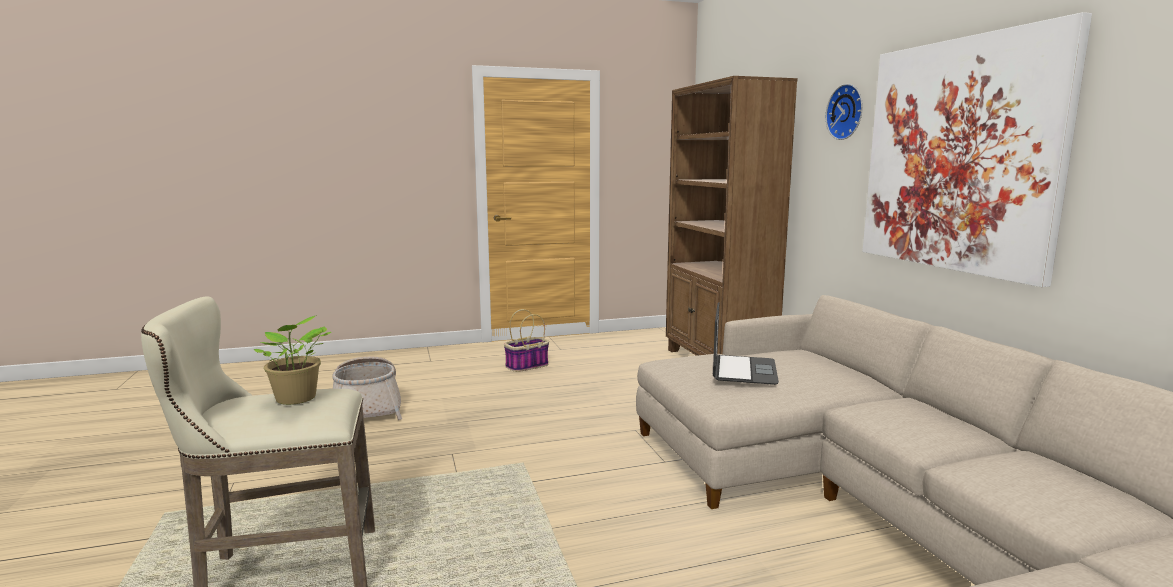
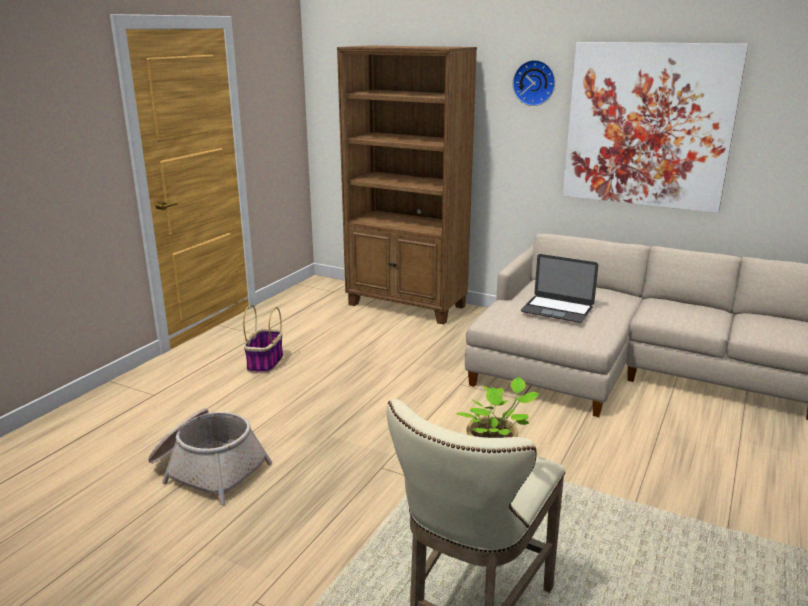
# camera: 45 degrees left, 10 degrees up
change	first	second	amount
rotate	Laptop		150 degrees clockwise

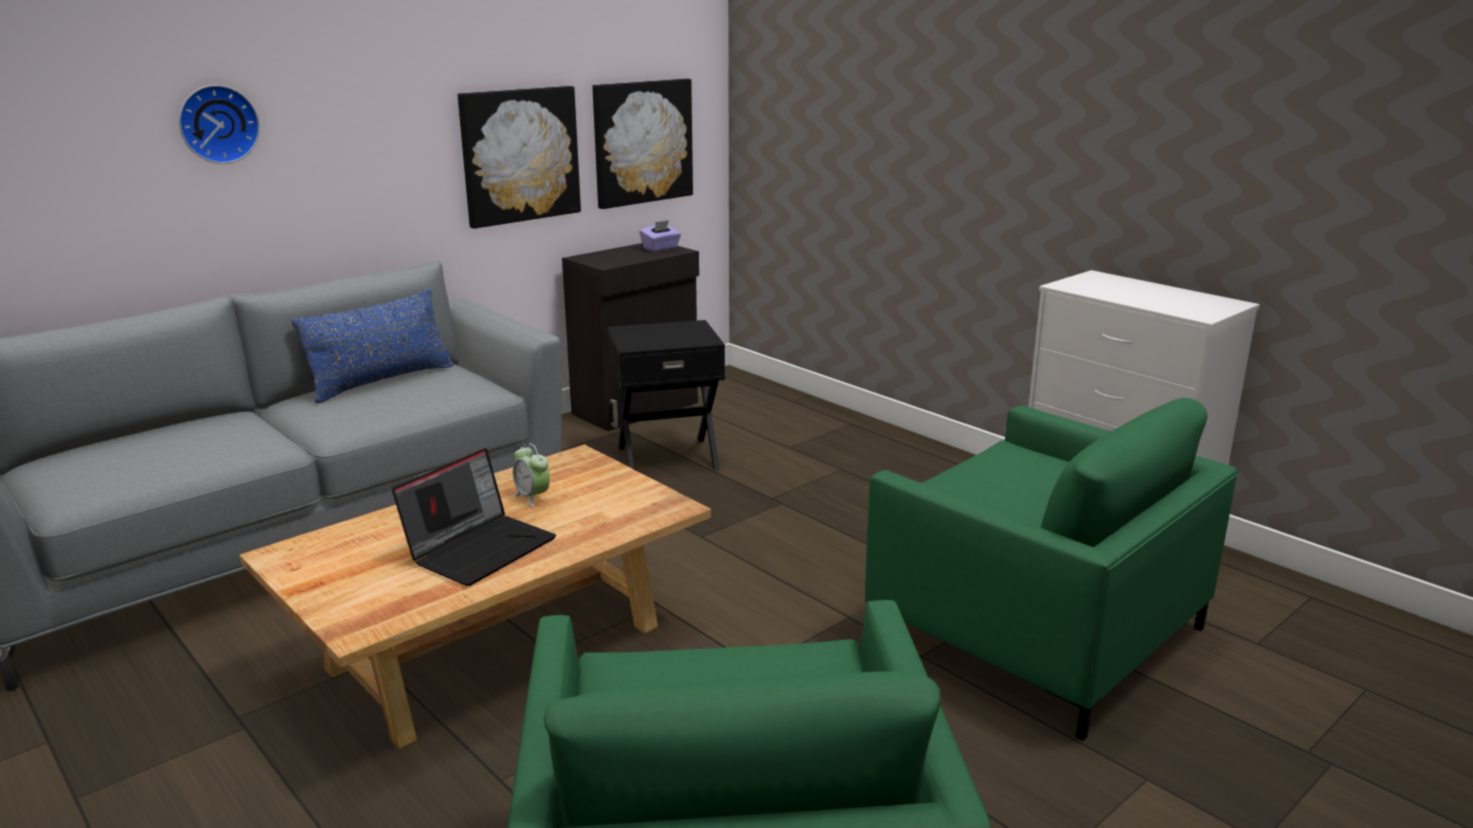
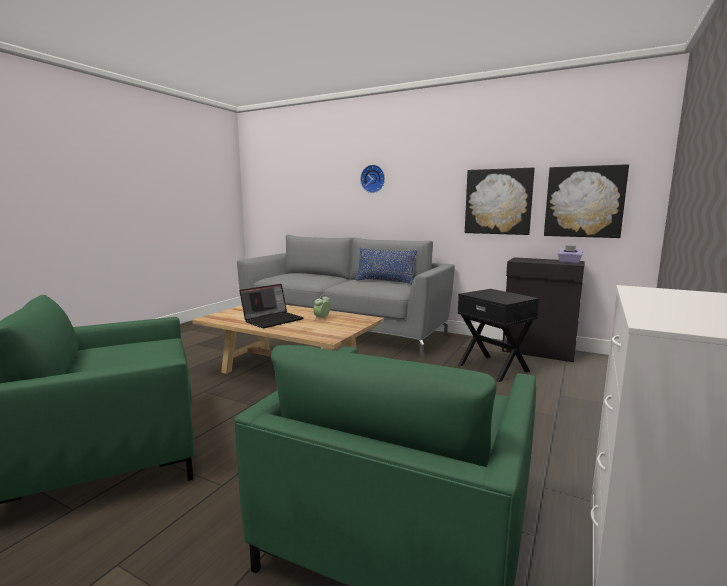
# camera: 70 degrees right, 10 degrees down
change	first	second	amount
rotate	Laptop		60 degrees counterclockwise

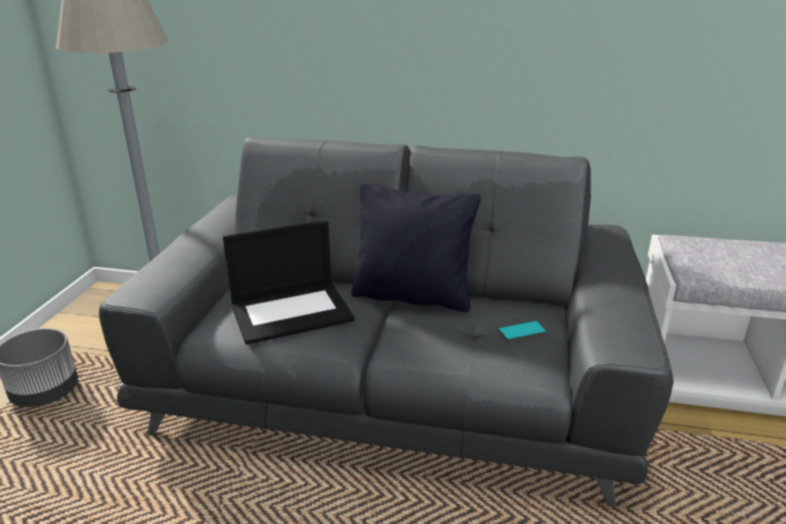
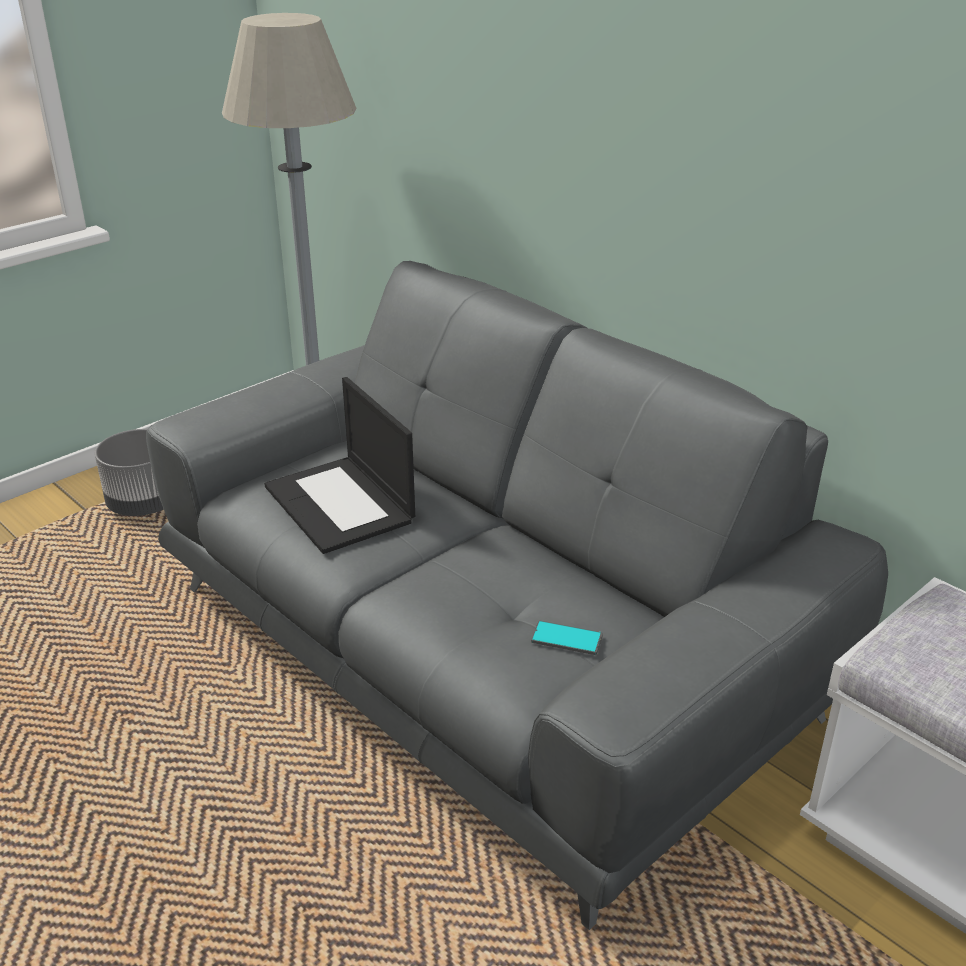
# camera: 35 degrees right, 5 degrees up
change	first	second	amount
delete	BlackPillow		
rotate	Laptop		45 degrees clockwise

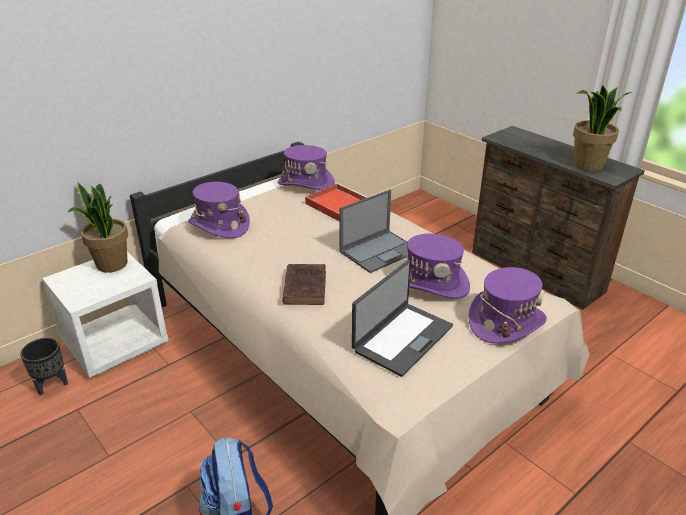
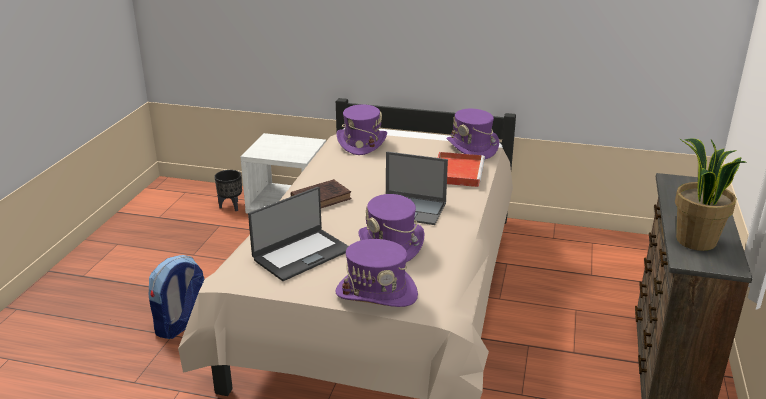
# camera: 55 degrees right, 5 degrees down
change	first	second	amount
delete	PottedPlant (1st from left)		
rotate	Laptop (2nd from left in the first image)	Laptop (1st from left)	45 degrees counterclockwise

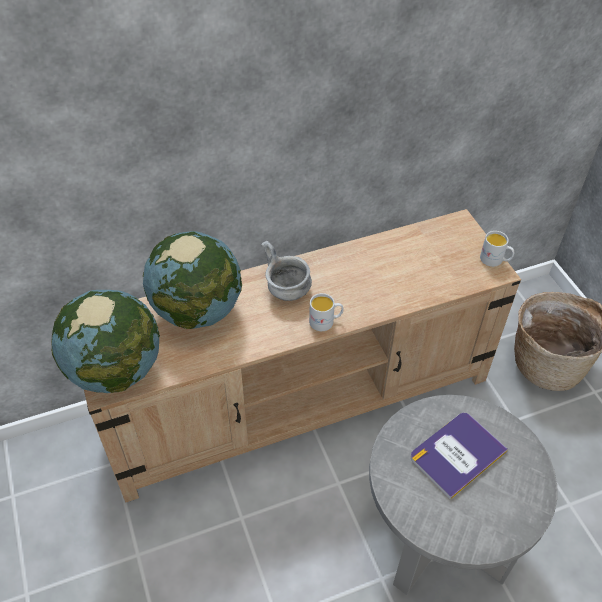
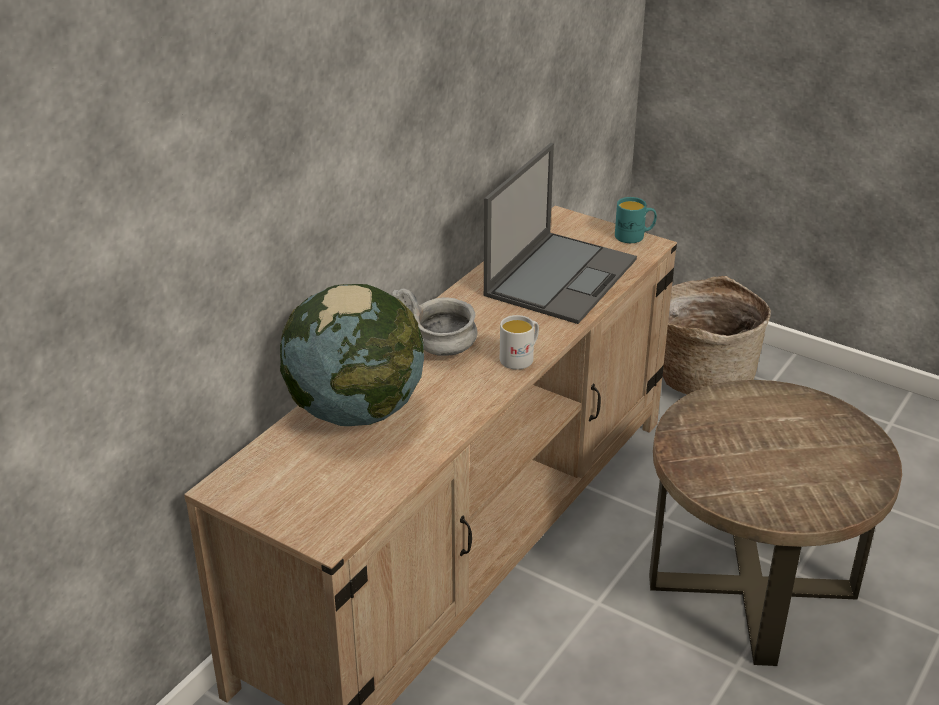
# camera: 35 degrees left, 15 degrees down
change	first	second	amount
delete	Globe (1st from left)		
delete	Book		
insert		Laptop	
recolor	GreySideTable	BrownSideTable	
recolor	WhiteMug (2nd from left)	TurquoiseMug	

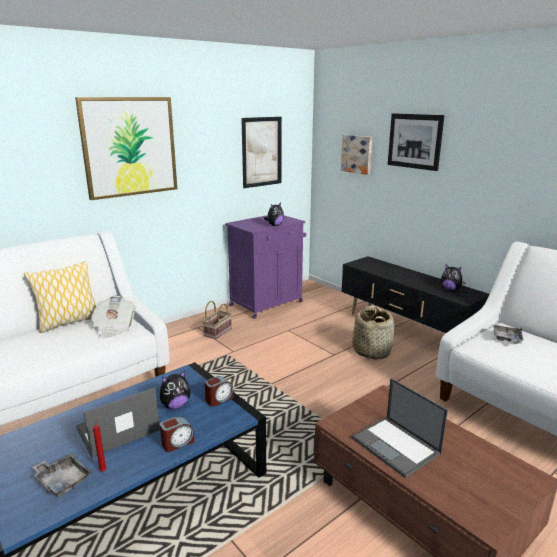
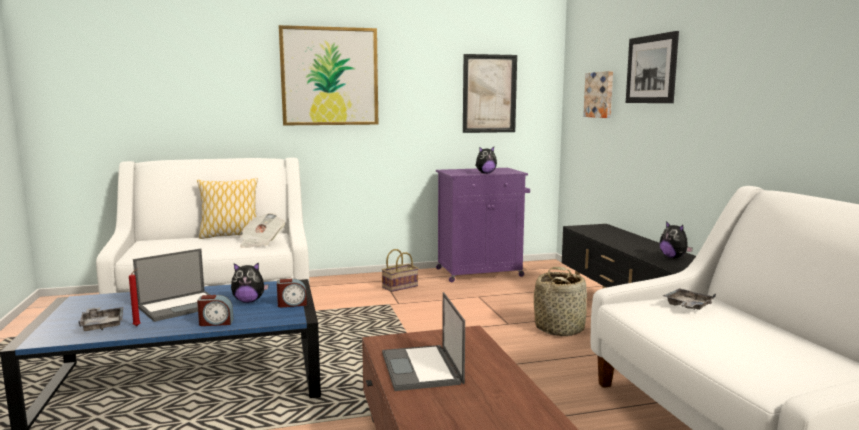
# camera: 25 degrees right, 10 degrees down
change	first	second	amount
rotate	Laptop (1st from left)		150 degrees clockwise

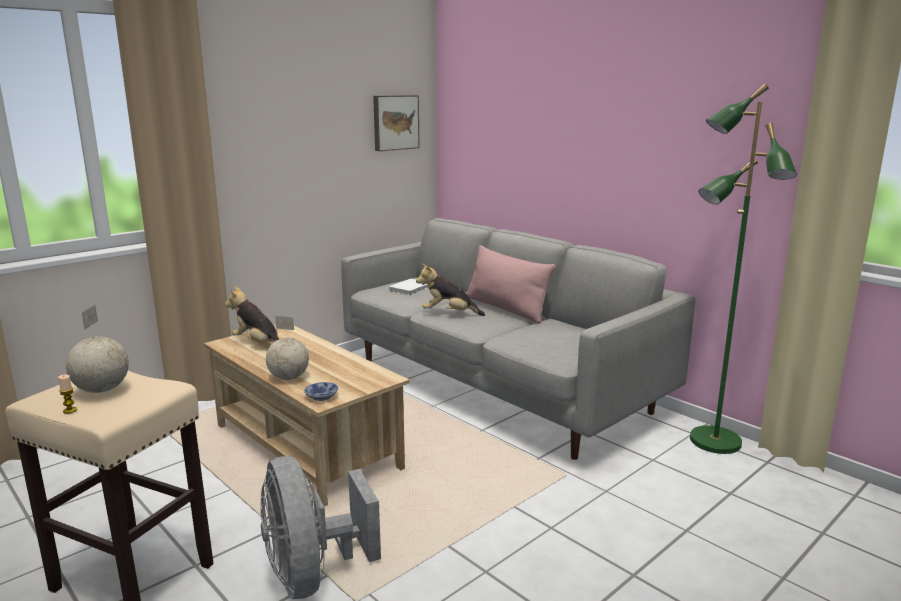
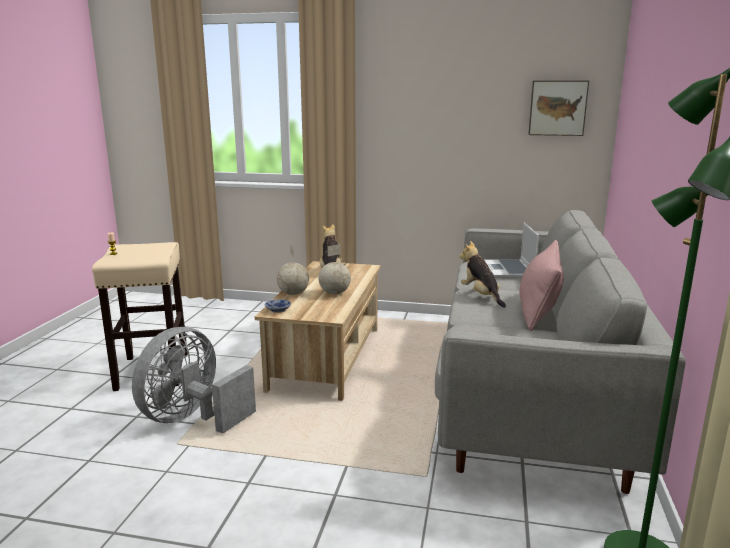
# camera: 55 degrees right, 0 degrees up
change	first	second	amount
move	Globe (1st from left in the first image)	Globe (2nd from left)	
replace	WhiteBook	Laptop	

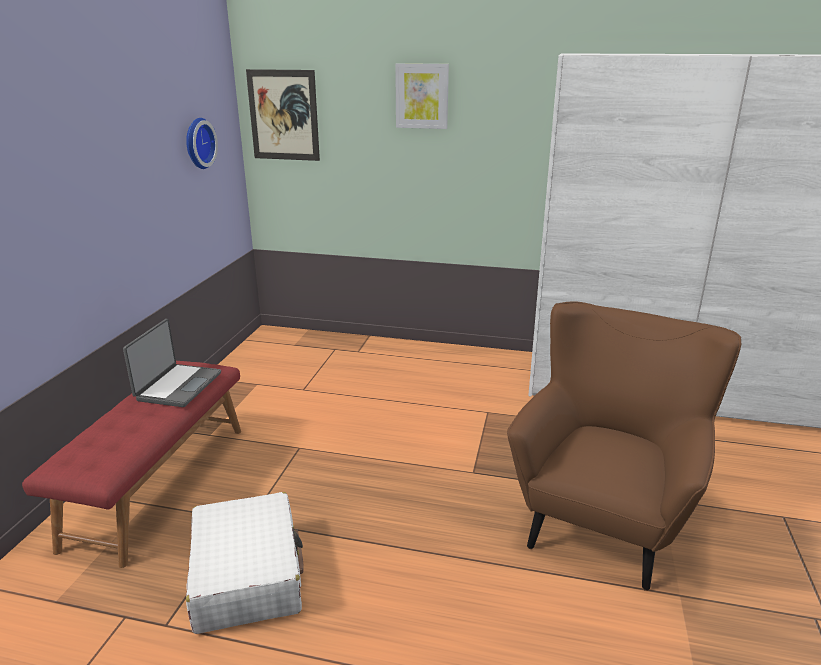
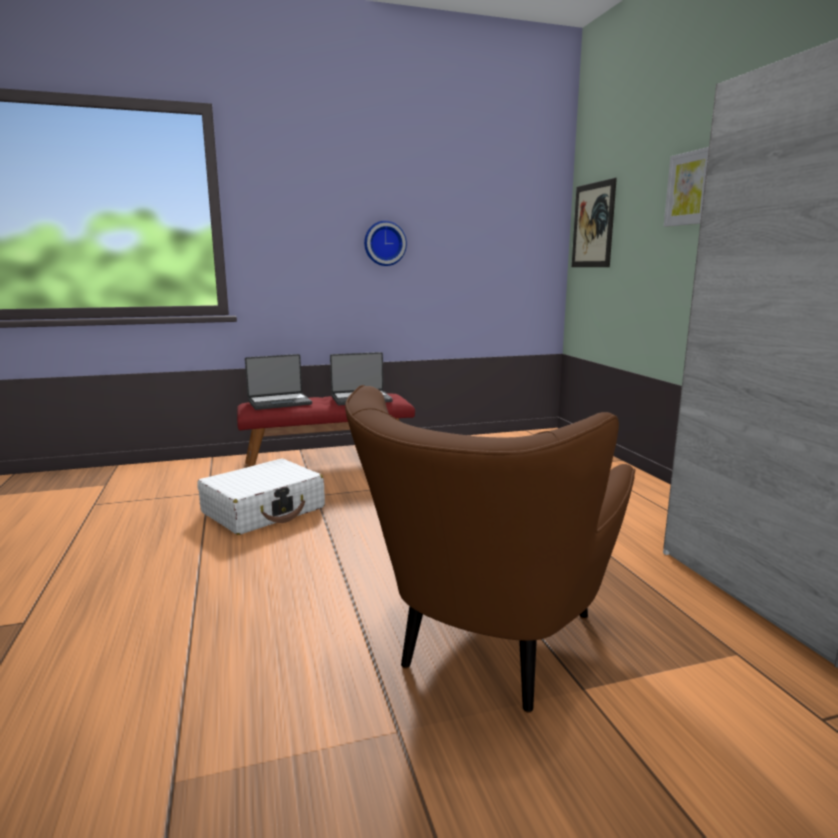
# camera: 60 degrees right, 10 degrees down
change	first	second	amount
insert		Laptop (1st from left)	
move	WallClock		
rotate	BrownArmchair		120 degrees clockwise

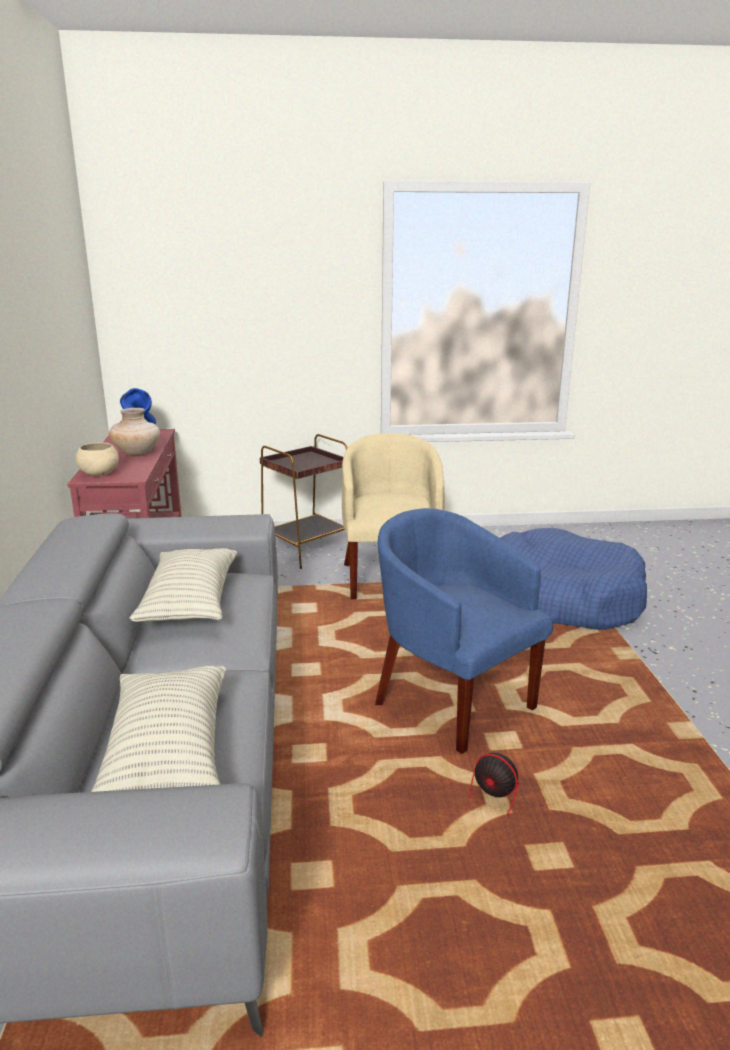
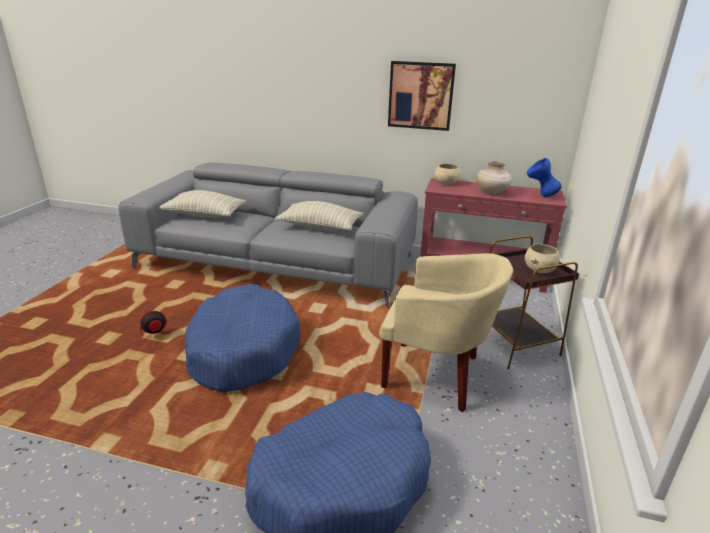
# camera: 110 degrees right, 5 degrees up
change	first	second	amount
insert		Picture	
insert		BeigeBowl (2nd from left)	
replace	BlueArmchair	BlueDogBed (1st from left)	

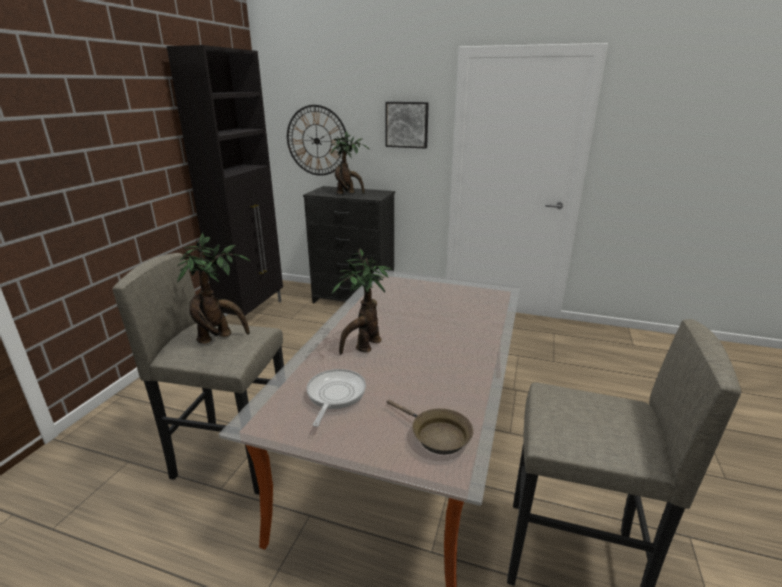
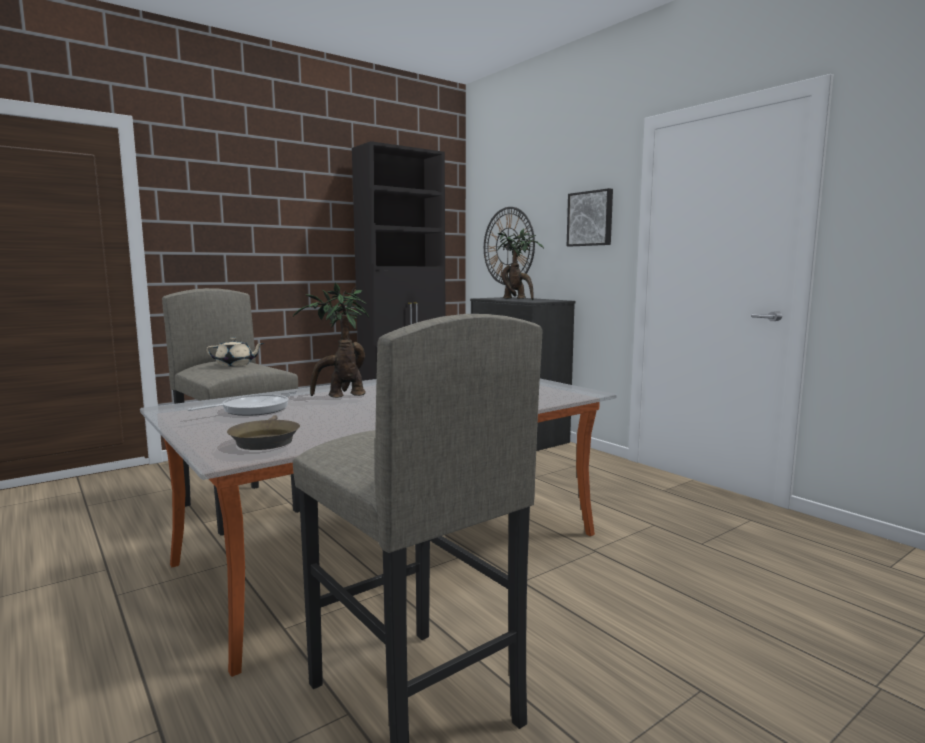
# camera: 35 degrees right, 15 degrees down
change	first	second	amount
replace	PottedPlant (1st from left)	BeigeTeapot	

